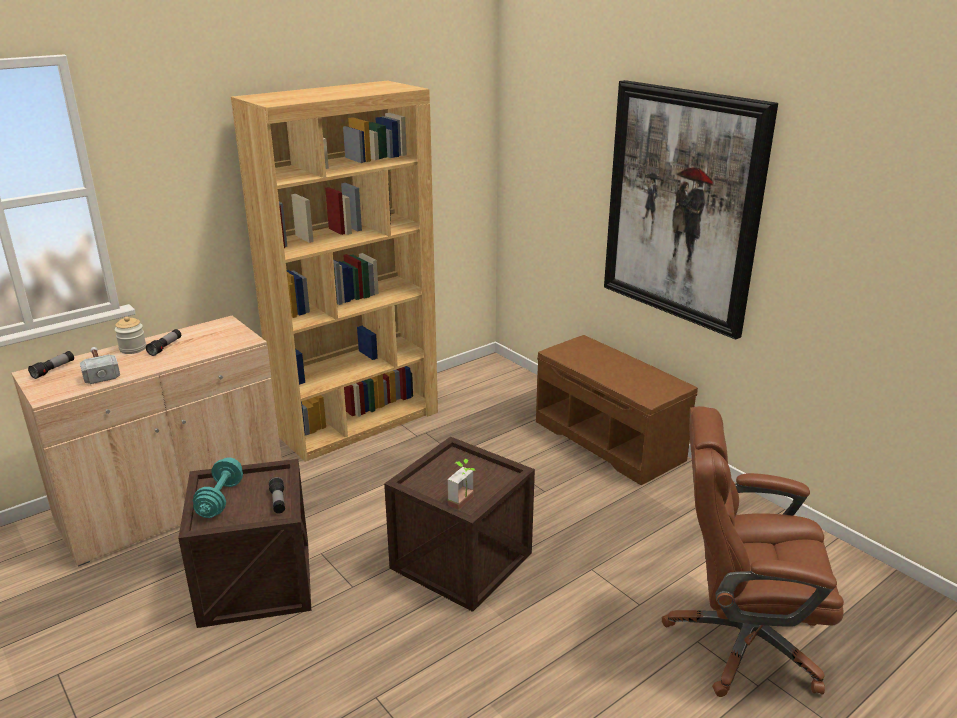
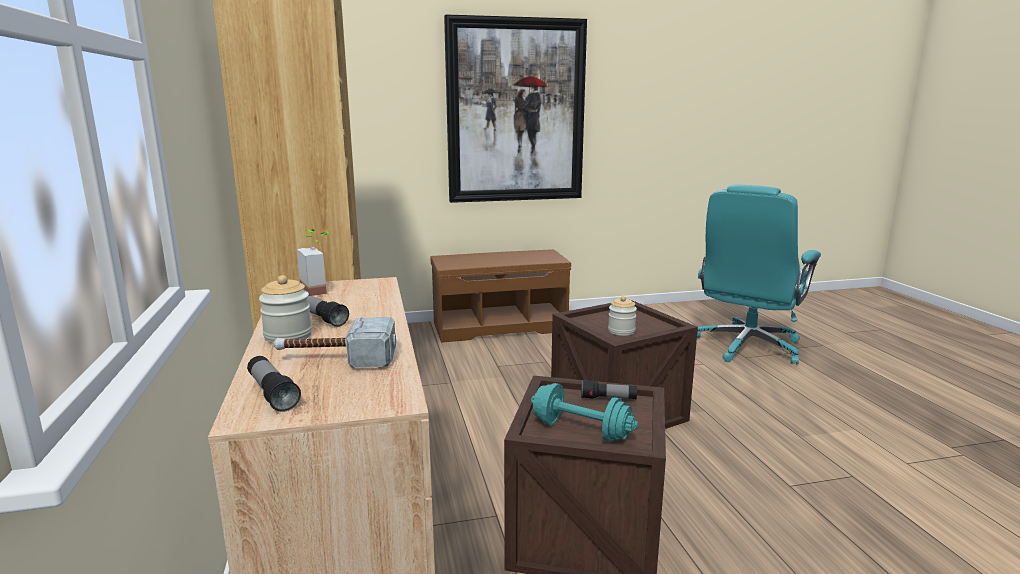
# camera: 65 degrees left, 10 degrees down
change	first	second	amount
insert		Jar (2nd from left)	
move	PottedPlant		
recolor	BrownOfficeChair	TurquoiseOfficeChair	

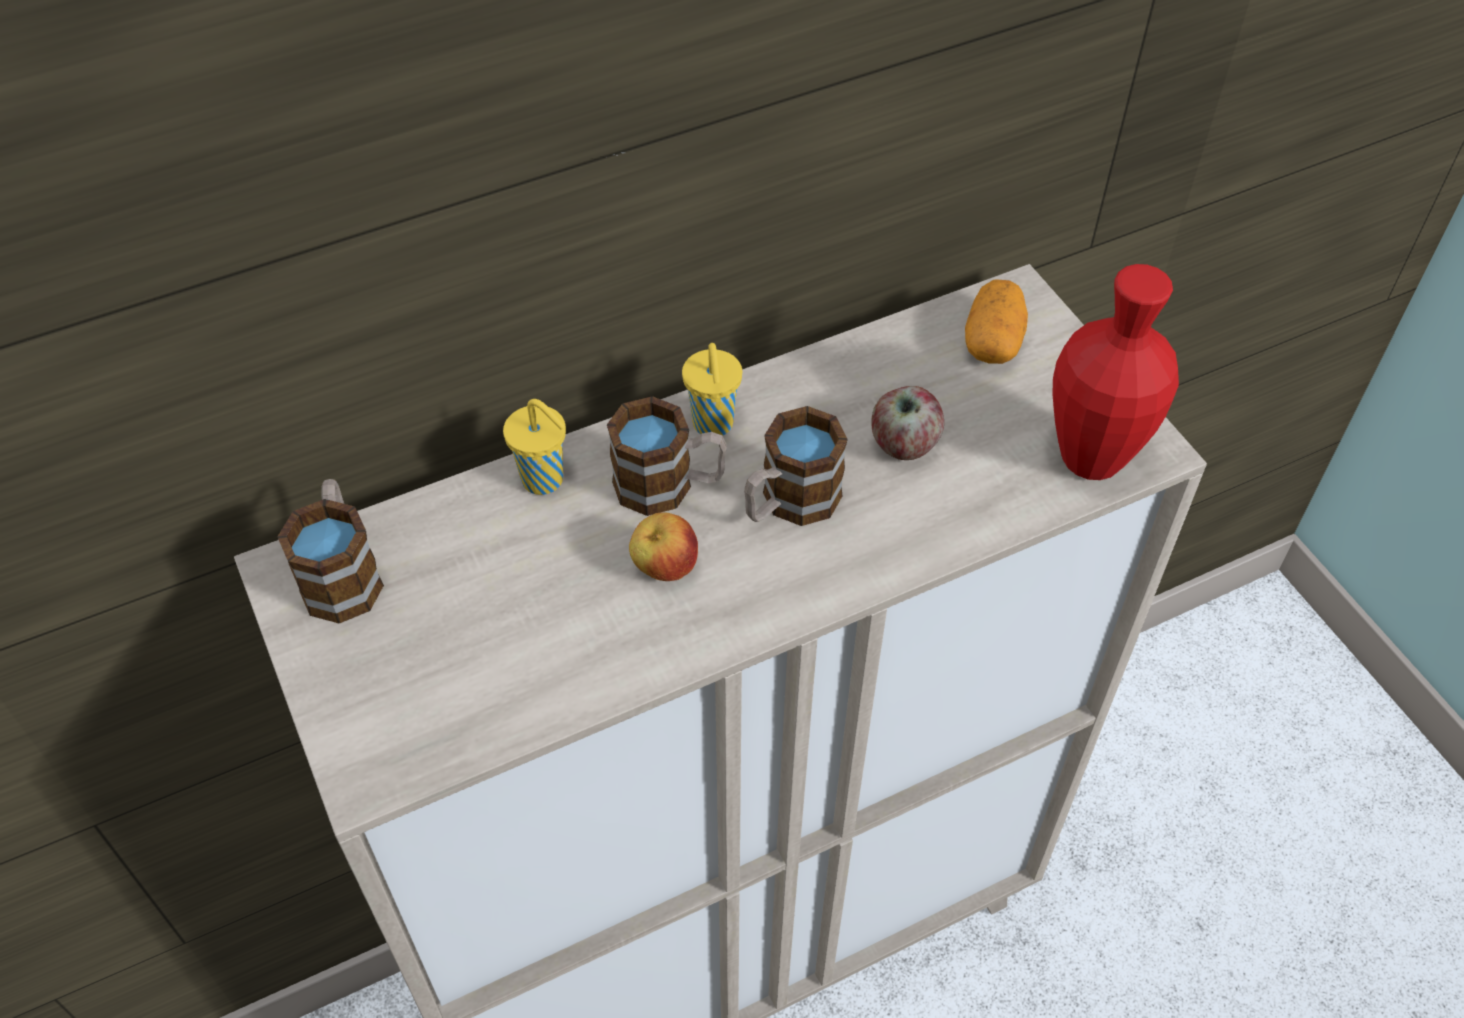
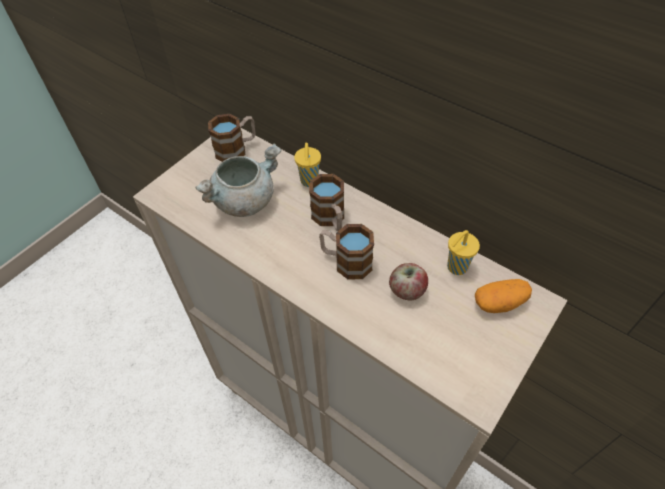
# camera: 65 degrees right, 0 degrees up
change	first	second	amount
delete	Apple (1st from left)		
delete	RedVase		
insert		GreyCookingPot	
move	YellowCup (2nd from left)		

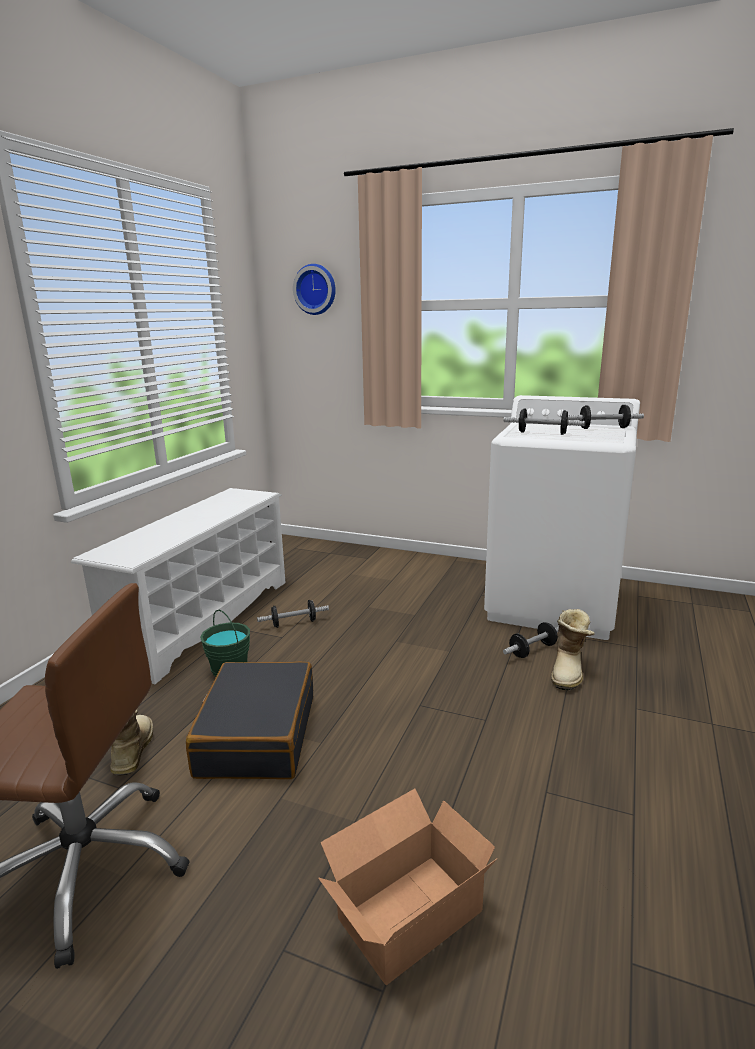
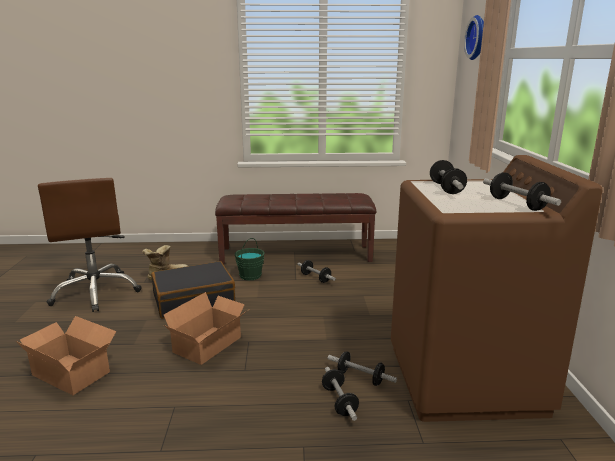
# camera: 65 degrees right, 0 degrees up
change	first	second	amount
insert		CardboardBox (2nd from left)	
replace	WhiteShoeRack	BrownBench	
replace	Boot (2nd from left)	Dumbbell (2nd from left)	
recolor	WhiteWashingMachine	BrownWashingMachine	

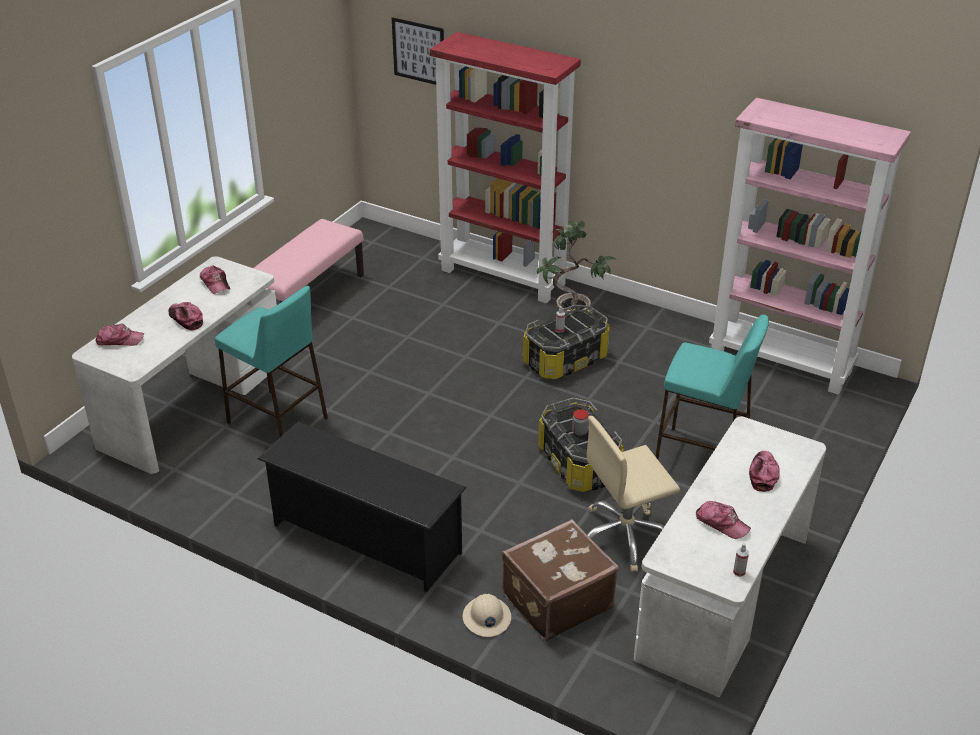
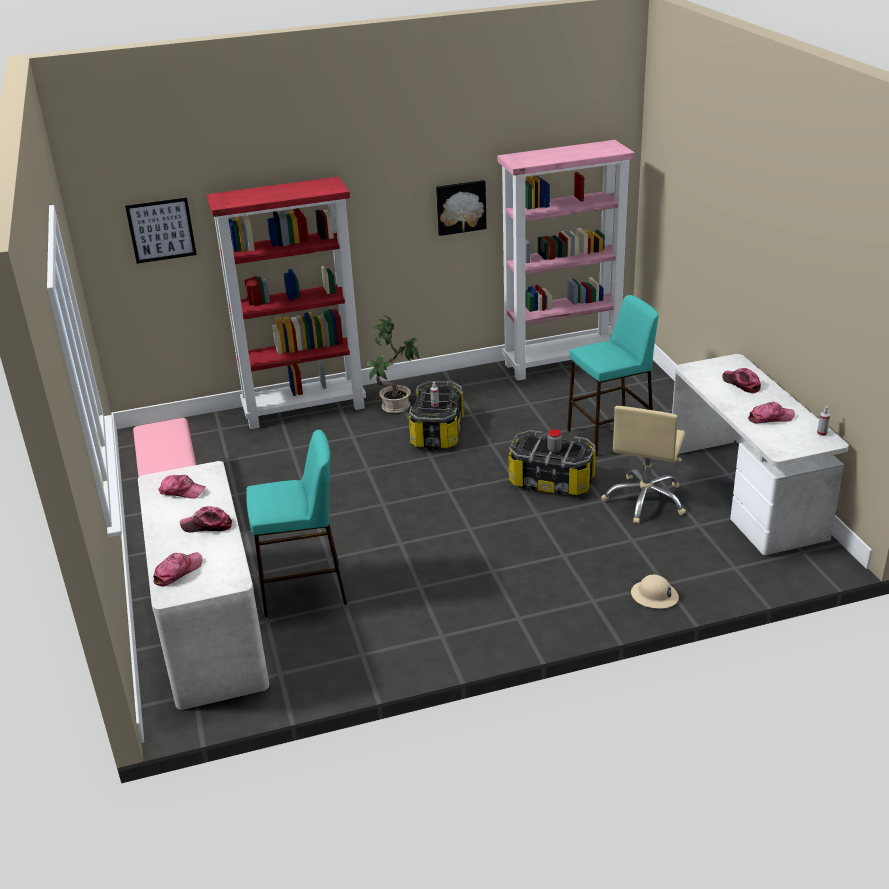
# camera: 45 degrees left, 5 degrees down
change	first	second	amount
delete	BlackShoeRack		
delete	BrownSuitcase		
insert		Picture (2nd from left)	

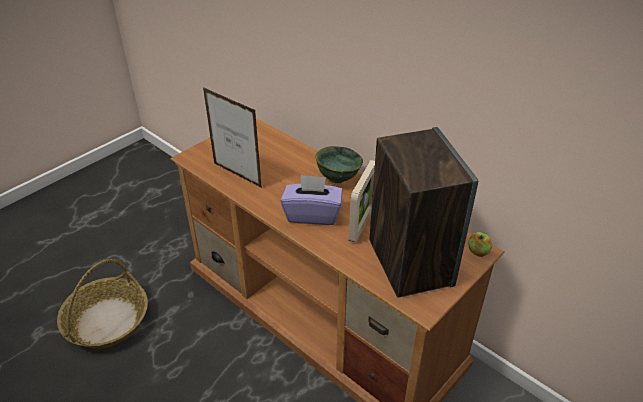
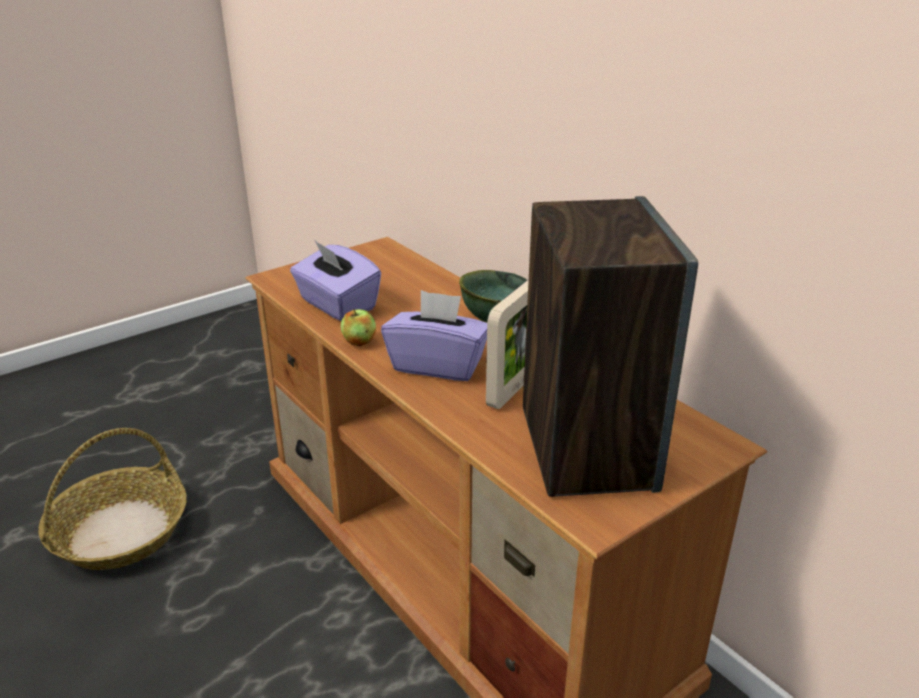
# camera: 10 degrees right, 10 degrees down
change	first	second	amount
move	Apple		
replace	PictureFrame (1st from left)	PurpleTissueBox (1st from left)	

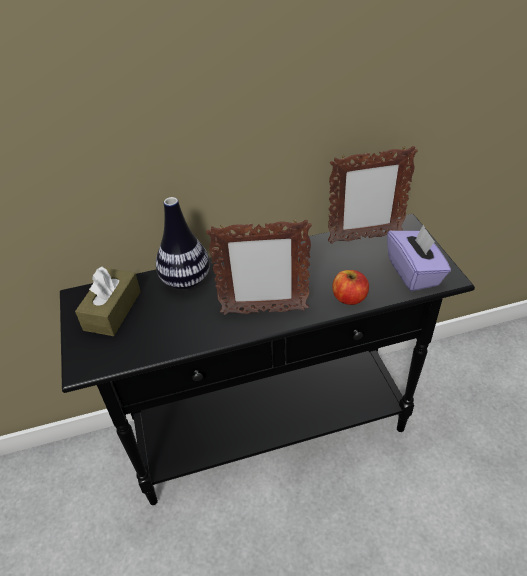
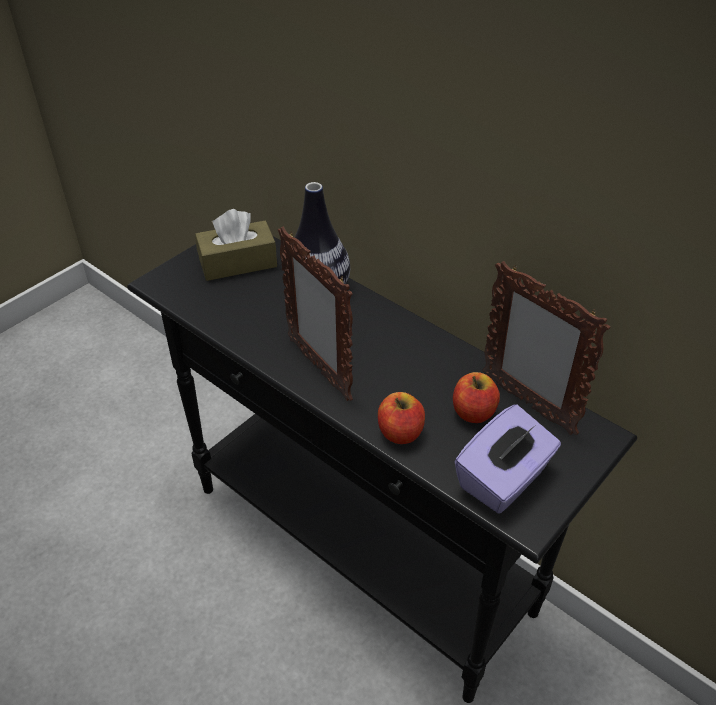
# camera: 55 degrees right, 0 degrees up
change	first	second	amount
insert		Apple (2nd from left)	

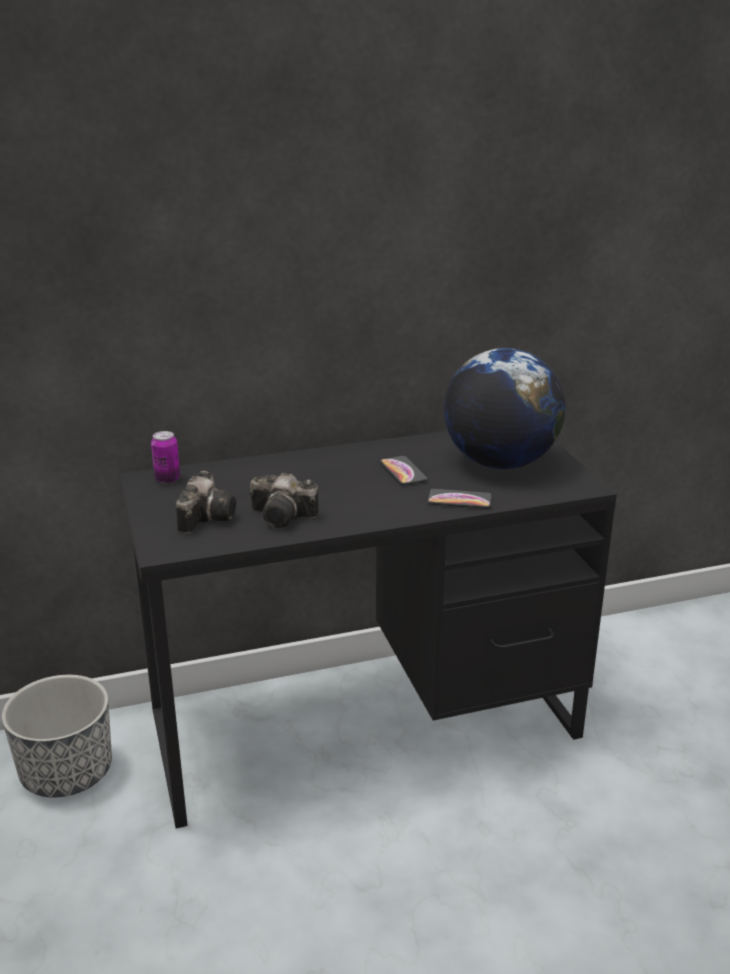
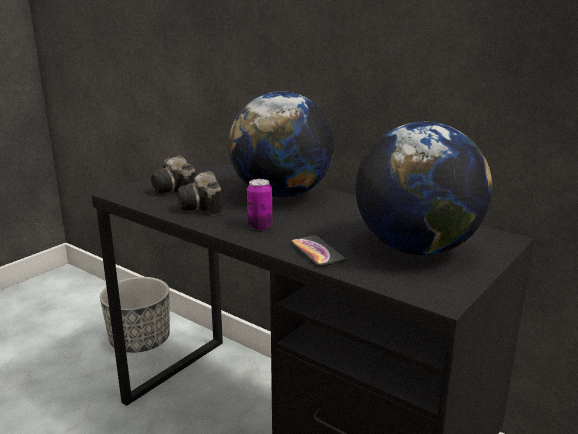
# camera: 55 degrees right, 5 degrees down
change	first	second	amount
delete	Phone (1st from left)		
insert		Globe (1st from left)	
move	Can		
rotate	PhotoCamera (1st from left)		75 degrees clockwise

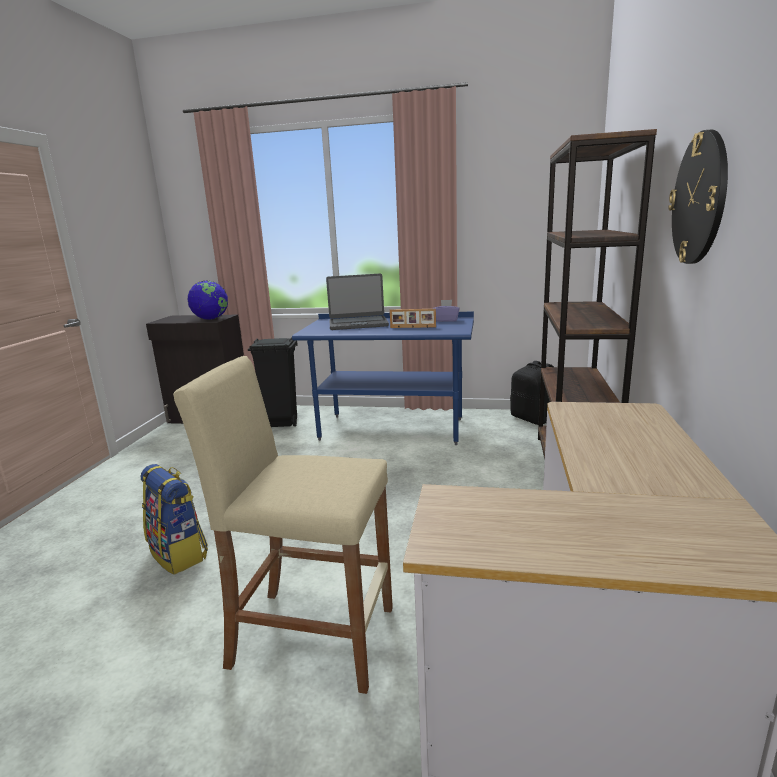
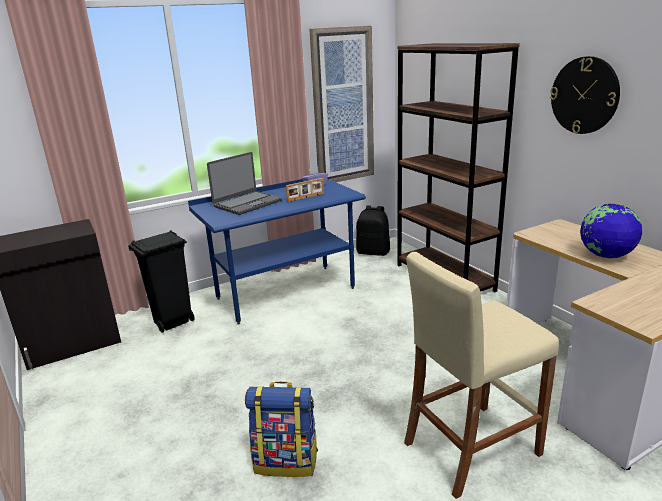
# camera: 40 degrees left, 5 degrees up
change	first	second	amount
insert		Picture	
move	Globe		

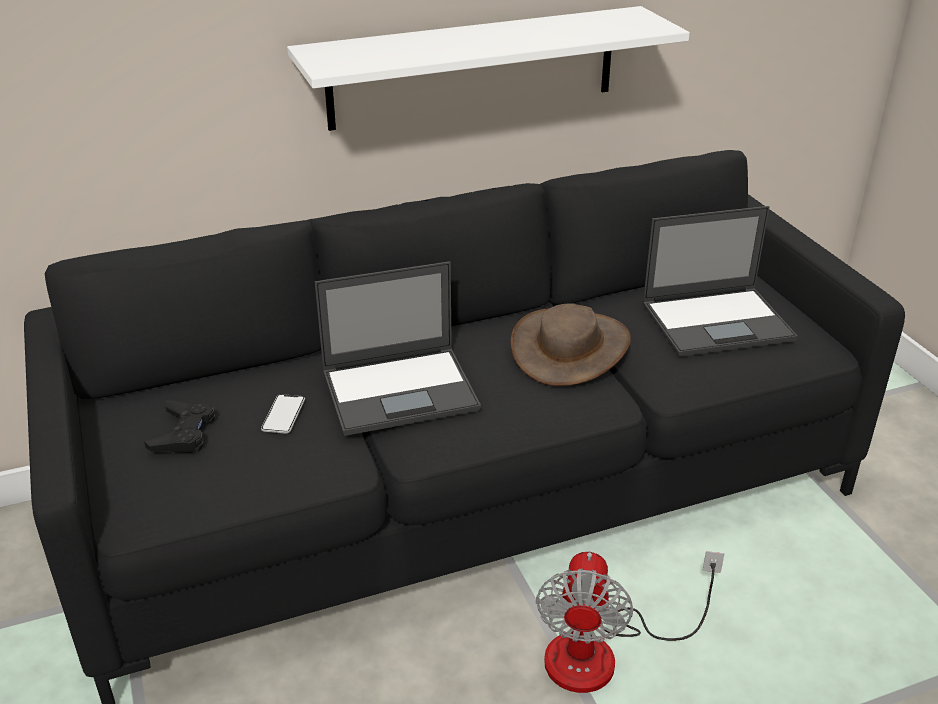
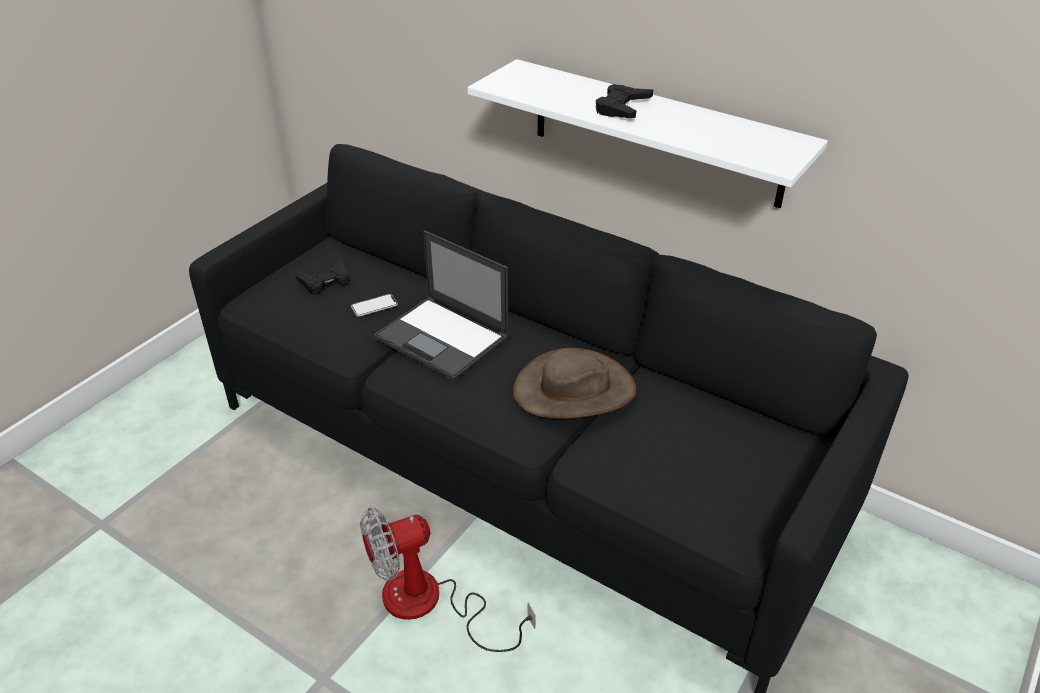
# camera: 55 degrees right, 5 degrees up
change	first	second	amount
delete	Laptop (2nd from left)		
insert		BlackGameController (2nd from left)	

